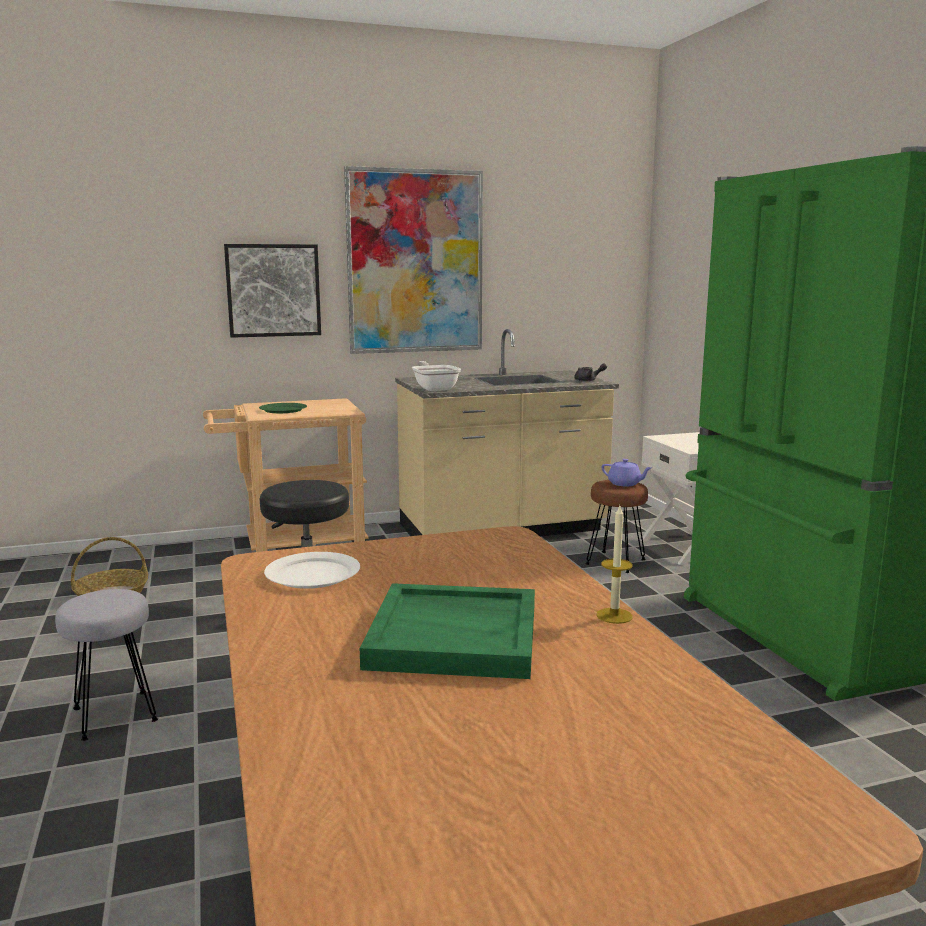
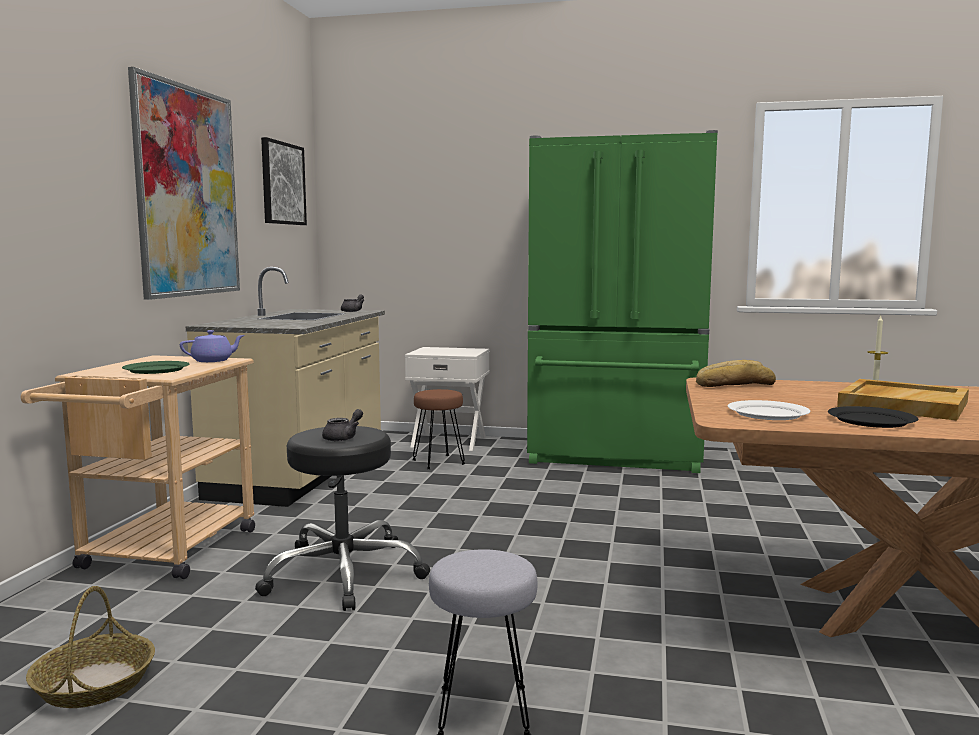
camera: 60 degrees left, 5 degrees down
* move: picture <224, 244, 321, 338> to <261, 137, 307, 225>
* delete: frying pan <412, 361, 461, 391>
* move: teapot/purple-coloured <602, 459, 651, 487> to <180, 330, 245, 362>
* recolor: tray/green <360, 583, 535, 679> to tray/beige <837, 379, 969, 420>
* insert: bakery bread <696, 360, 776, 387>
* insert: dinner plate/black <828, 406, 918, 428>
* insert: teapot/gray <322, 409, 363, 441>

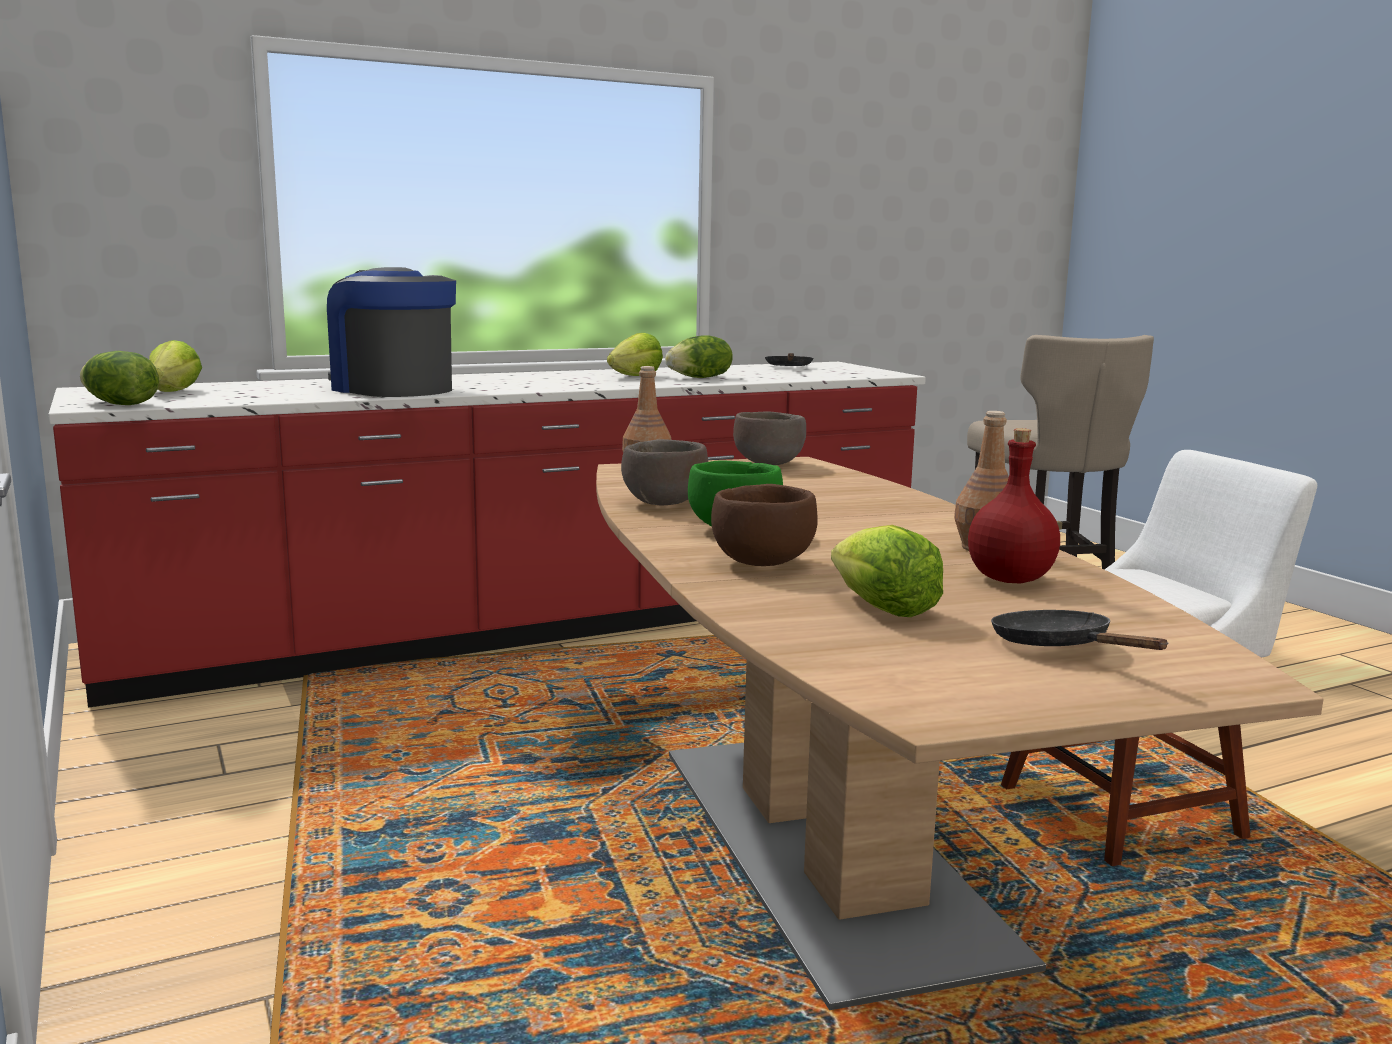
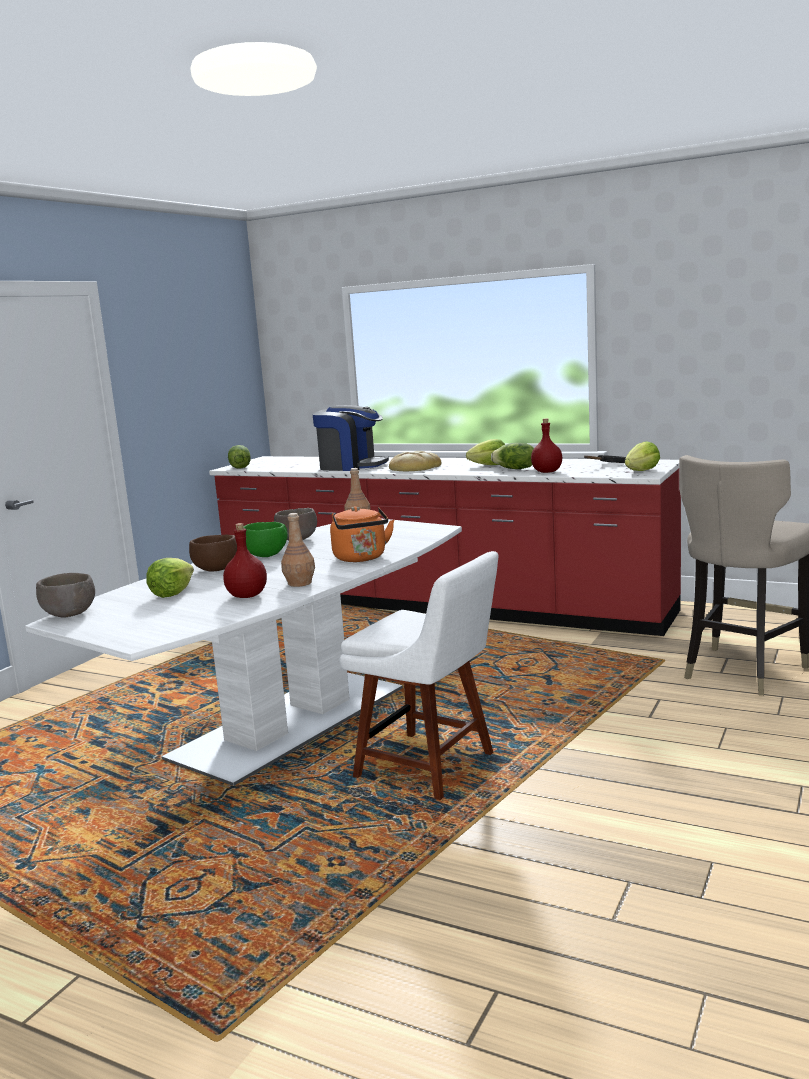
camera: 55 degrees right, 0 degrees up
* rotate: coffee maker <327, 267, 456, 397> = <313, 405, 389, 471> 105 degrees clockwise
* move: head of lettuce <149, 340, 202, 392> to <625, 441, 660, 471>
* move: serving bowl/brown <733, 411, 806, 465> to <36, 573, 95, 617>
* recolor: dinner table/brown <596, 457, 1323, 1010> to dinner table/whitish <25, 519, 462, 786>
* delete: frying pan/black <991, 610, 1169, 650>
* insert: bottle/red <531, 418, 562, 473>
* insert: bakery bread <389, 451, 442, 471>
* insert: kettle/orange-coloured <330, 506, 394, 562>

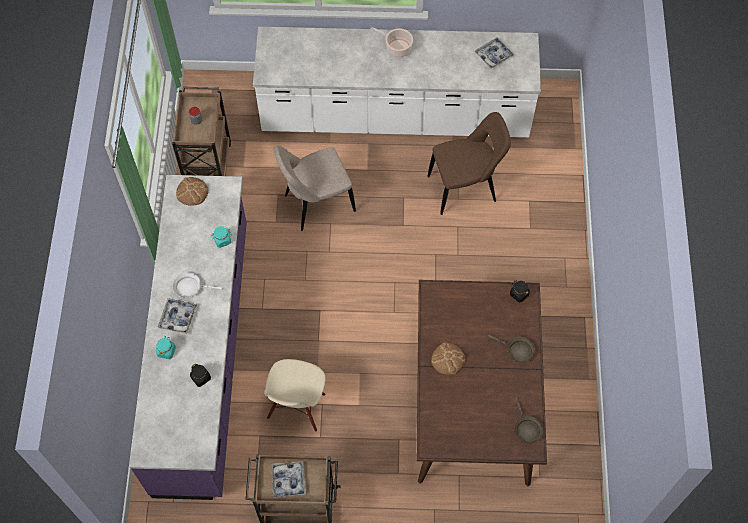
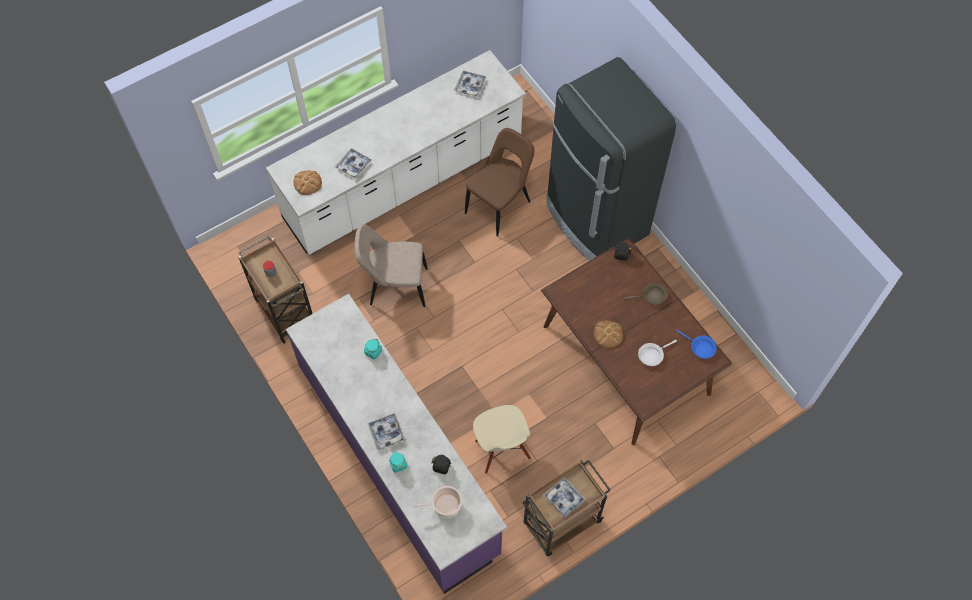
camera: 35 degrees left, 0 degrees up
* move: stockpot <371, 27, 413, 57> to <412, 486, 462, 518>
* rotate: plain chair/beige <273, 146, 356, 231> = <354, 224, 428, 307> 60 degrees clockwise
* move: bakery bread <176, 177, 208, 206> to <294, 170, 322, 195>
* move: frying pan/whitish <173, 272, 223, 298> to <638, 340, 677, 366>
* recolor: frying pan/brown <514, 397, 544, 444> to frying pan/blue-coloured <677, 330, 717, 359>
* insert: refrigerator/black <546, 57, 676, 261>
* insert: tray <335, 148, 371, 179>

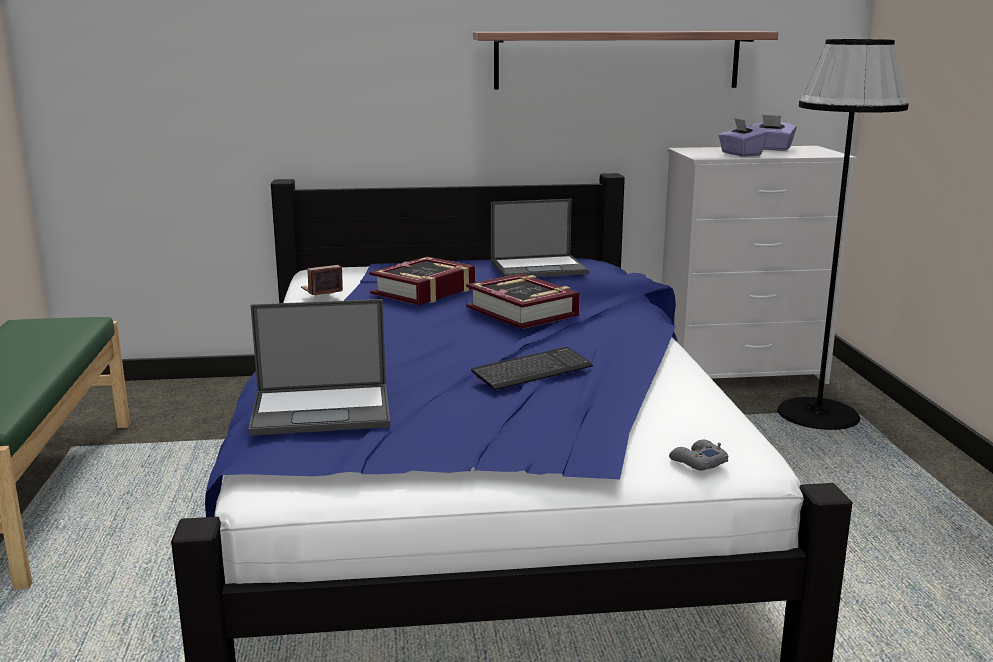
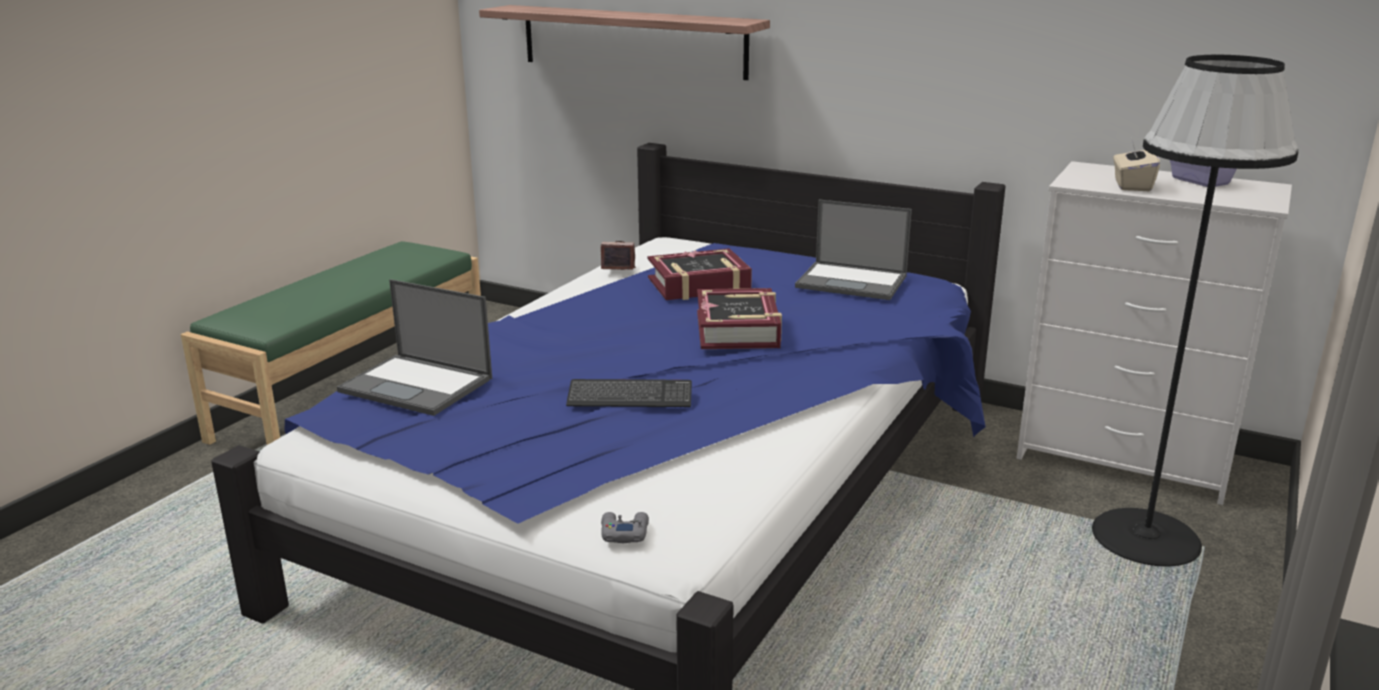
camera: 35 degrees right, 5 degrees up
* move: shelf <473, 31, 778, 90> to <479, 5, 770, 80>
* recolor: tissue box/purple-coloured <718, 118, 768, 157> to tissue box/beige <1113, 140, 1160, 191>

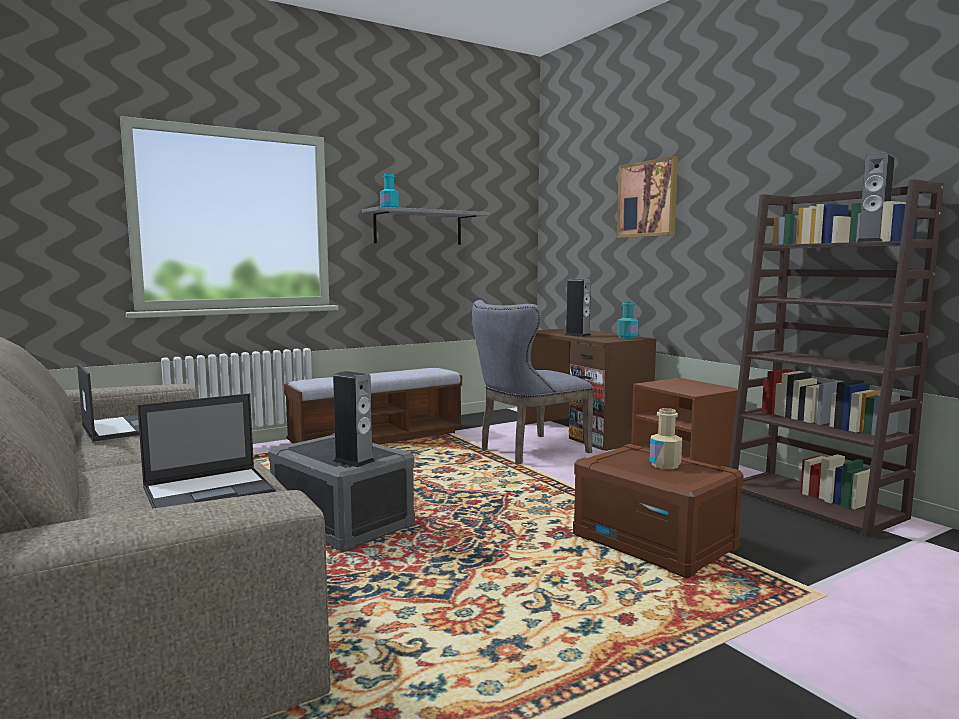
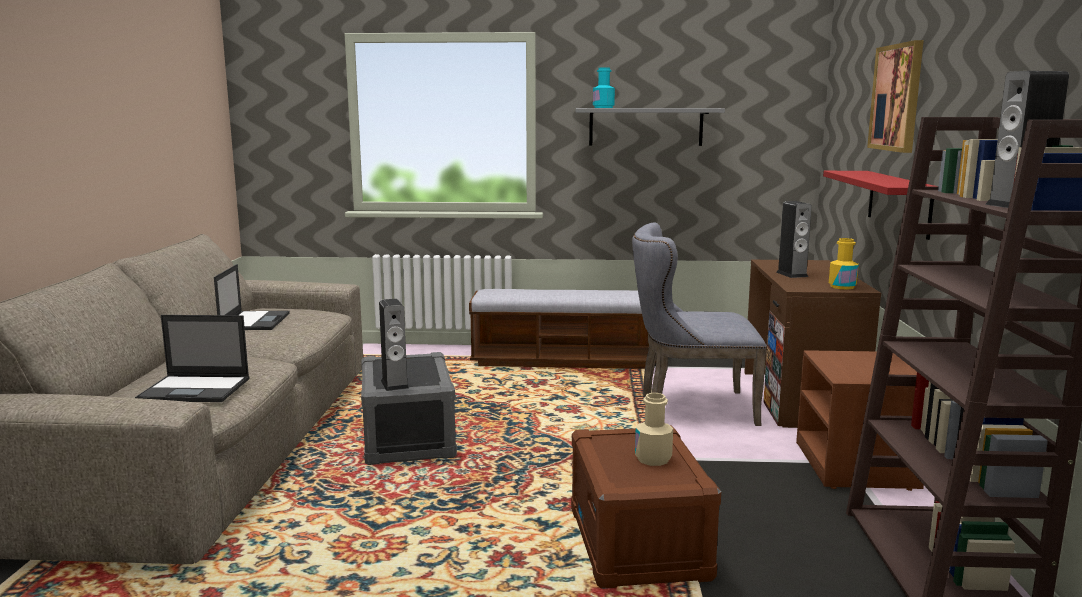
camera: 35 degrees right, 5 degrees up
* recolor: bottle/turquoise <617, 301, 638, 339> to bottle/yellowish <829, 238, 859, 290>
* insert: shelf/red <823, 171, 934, 240>

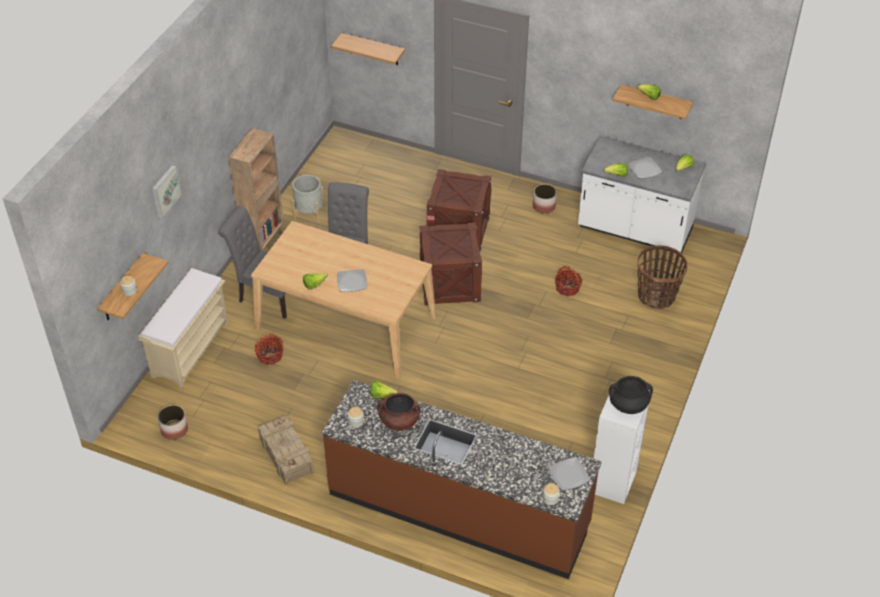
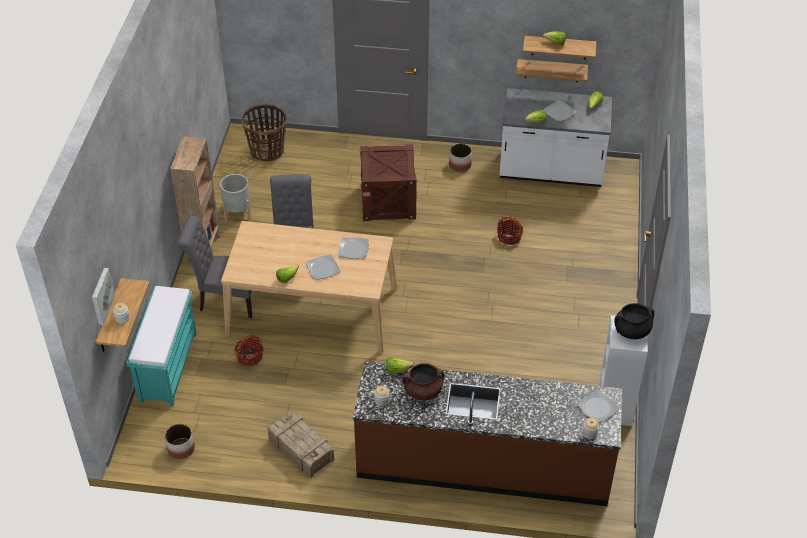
camera: 15 degrees left, 0 degrees up
* move: shelf <331, 33, 405, 65> to <516, 59, 588, 82>
* move: picture <152, 165, 182, 218> to <92, 268, 115, 325>
* delete: shipping crate <419, 222, 483, 306>
* move: household basket <637, 245, 687, 309> to <242, 104, 287, 161>
* recolor: long seat/beige <138, 268, 228, 388> to long seat/turquoise <126, 286, 197, 406>
* insert: dinner plate <339, 237, 369, 259>

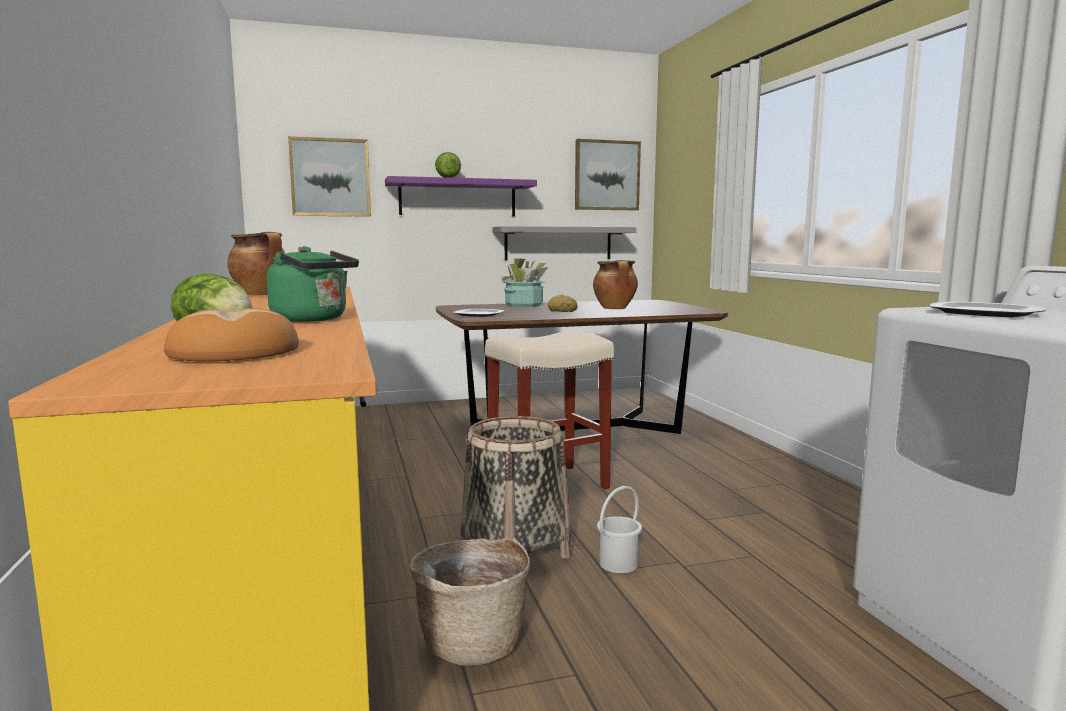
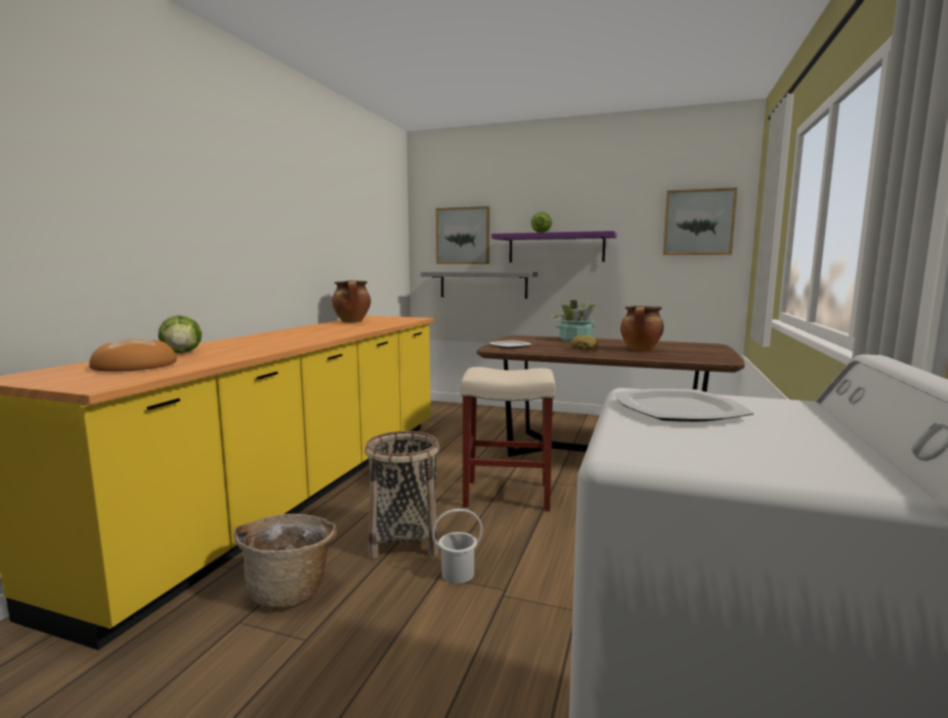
camera: 35 degrees right, 0 degrees up
* move: shelf/gray <493, 226, 636, 260> to <421, 272, 538, 299>
* delete: kettle/green <266, 246, 359, 322>

